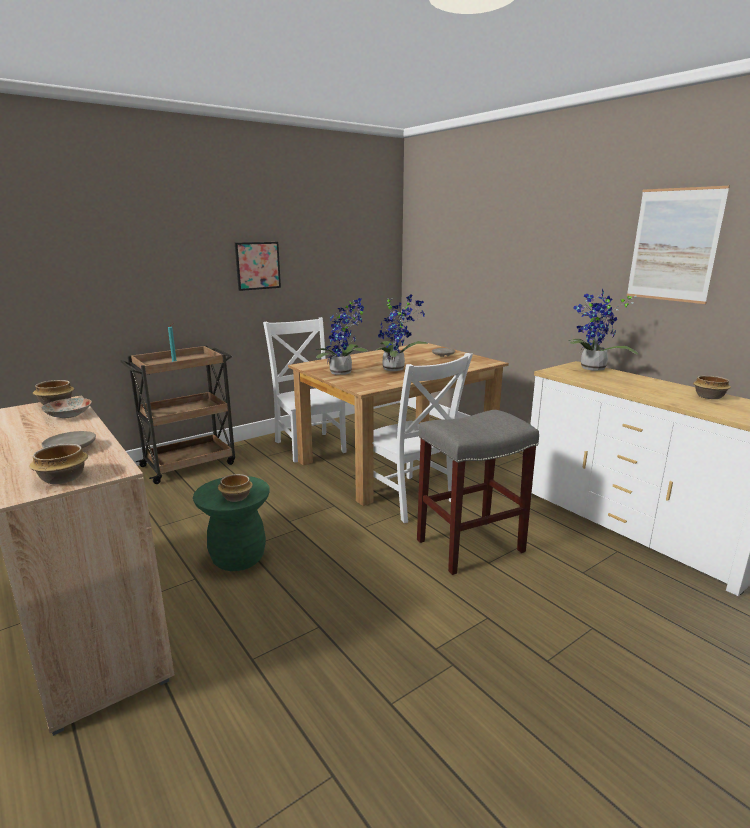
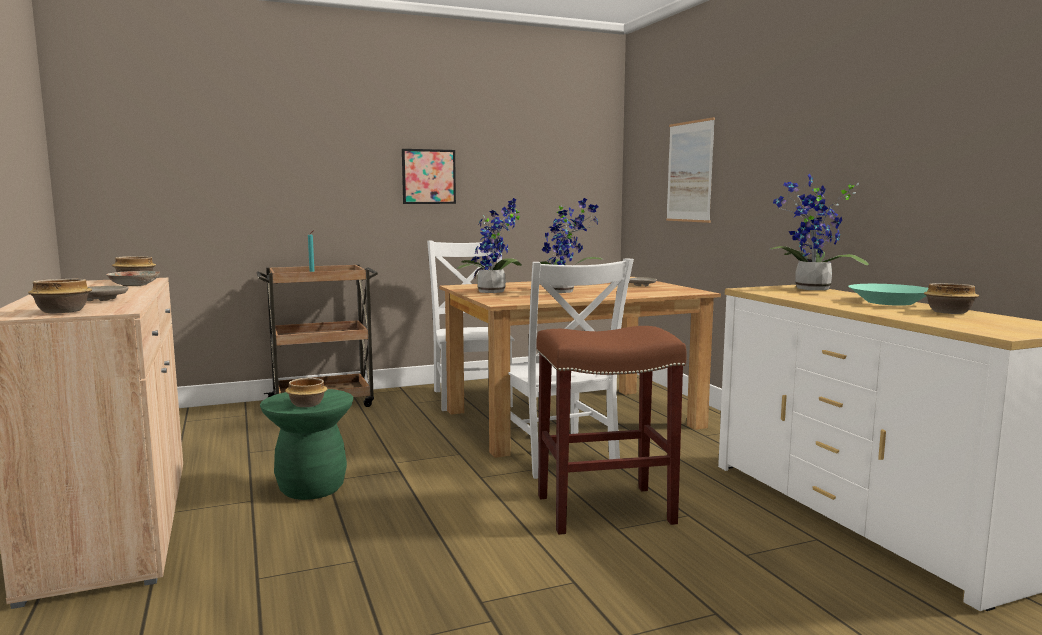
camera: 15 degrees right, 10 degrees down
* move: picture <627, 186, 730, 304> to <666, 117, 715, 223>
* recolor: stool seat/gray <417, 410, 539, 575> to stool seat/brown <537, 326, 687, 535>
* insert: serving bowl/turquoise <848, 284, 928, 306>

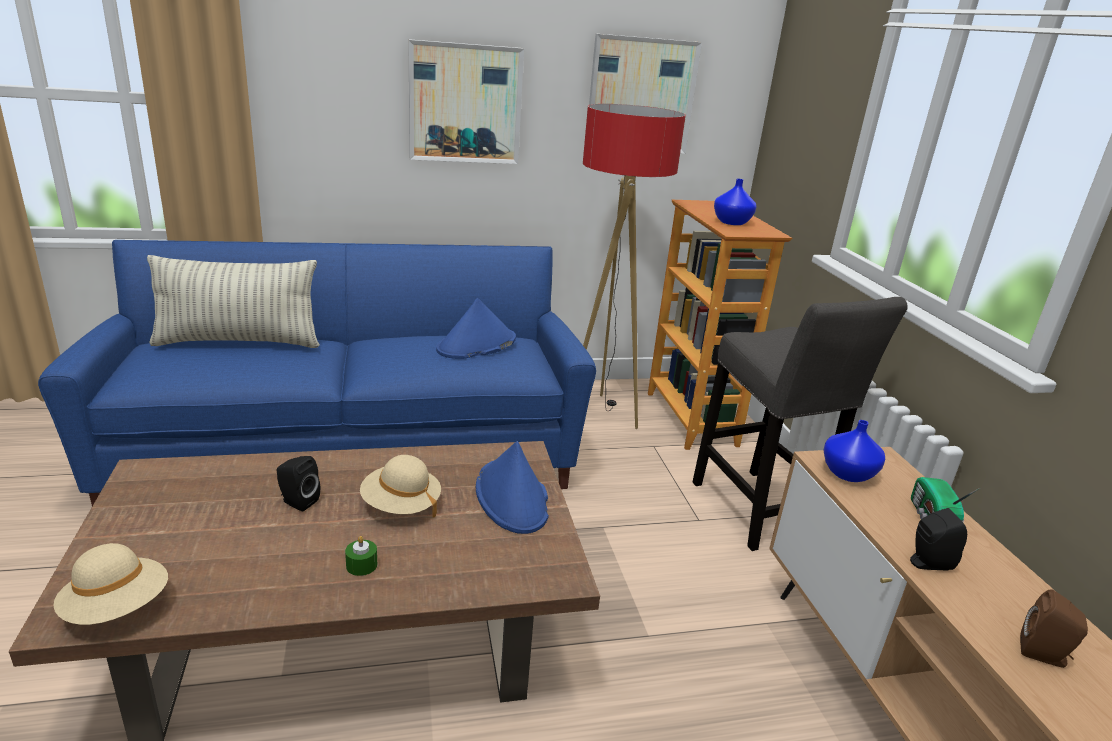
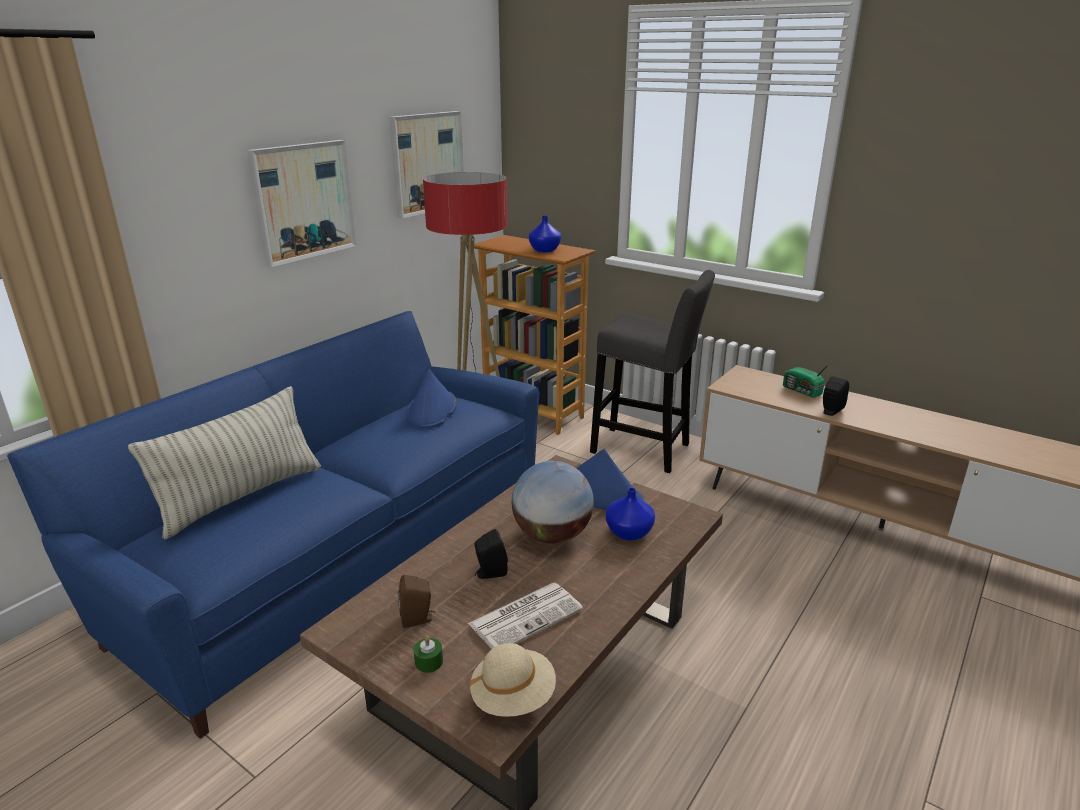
camera: 40 degrees left, 0 degrees up
* move: vase/blue-coloured <824, 420, 885, 482> to <606, 488, 655, 541>
* replace: clothing hat/beige <360, 455, 441, 517> to globe <512, 461, 594, 544>
* move: wax candle/green <345, 536, 377, 576> to <414, 636, 443, 673>
* move: audio speaker/brown <1020, 589, 1088, 668> to <398, 575, 435, 628>
* insert: daily paper <468, 583, 583, 649>

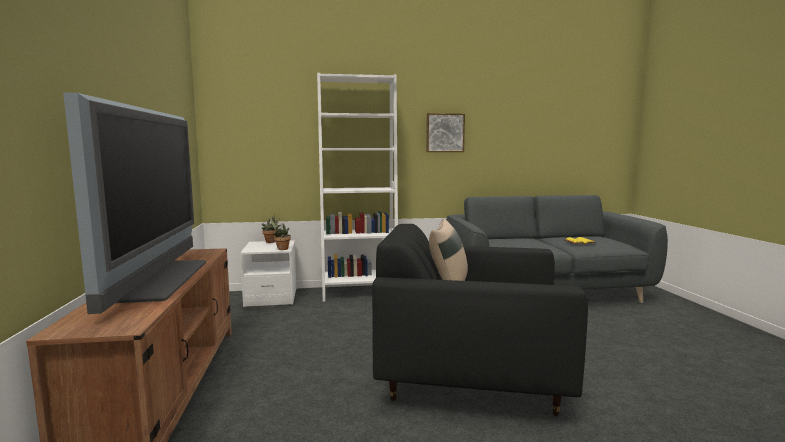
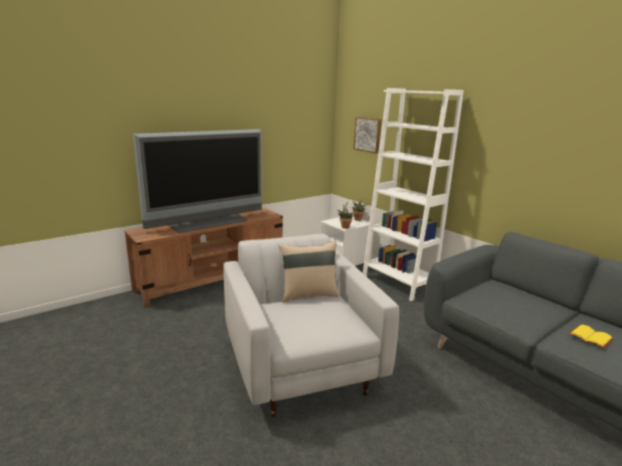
camera: 60 degrees right, 10 degrees up
* move: picture <426, 113, 465, 152> to <354, 117, 382, 153>
* recolor: armchair/black <372, 224, 588, 416> to armchair/whitish <223, 234, 399, 417>

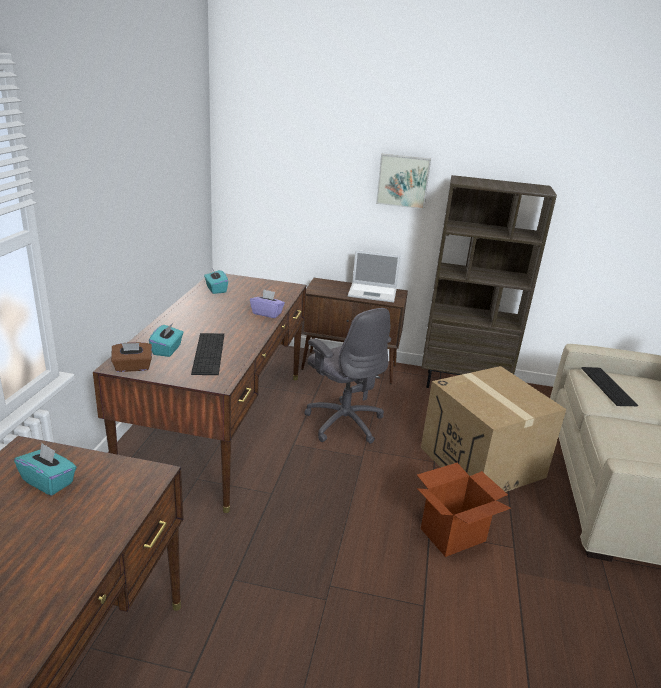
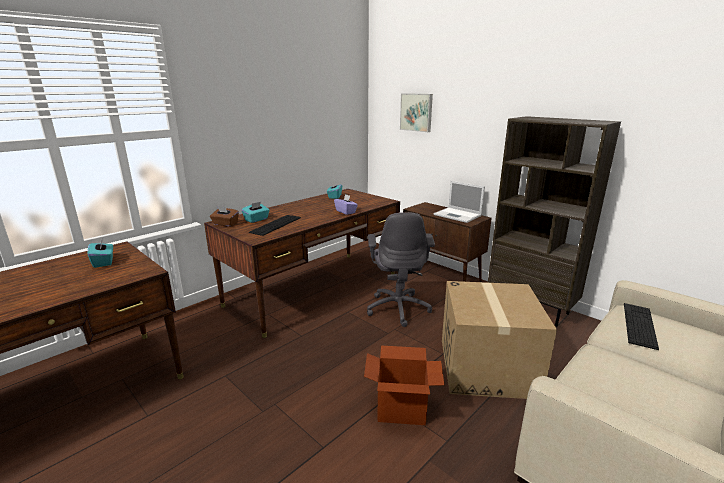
camera: 35 degrees right, 5 degrees down
* move: picture <376, 154, 431, 209> to <400, 93, 433, 132>

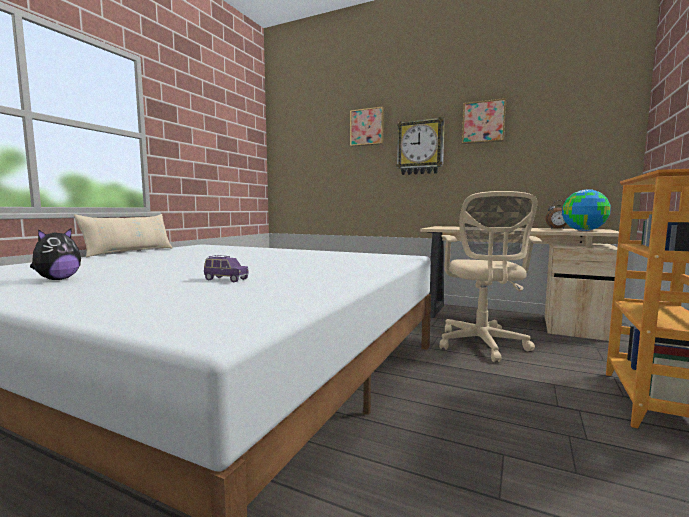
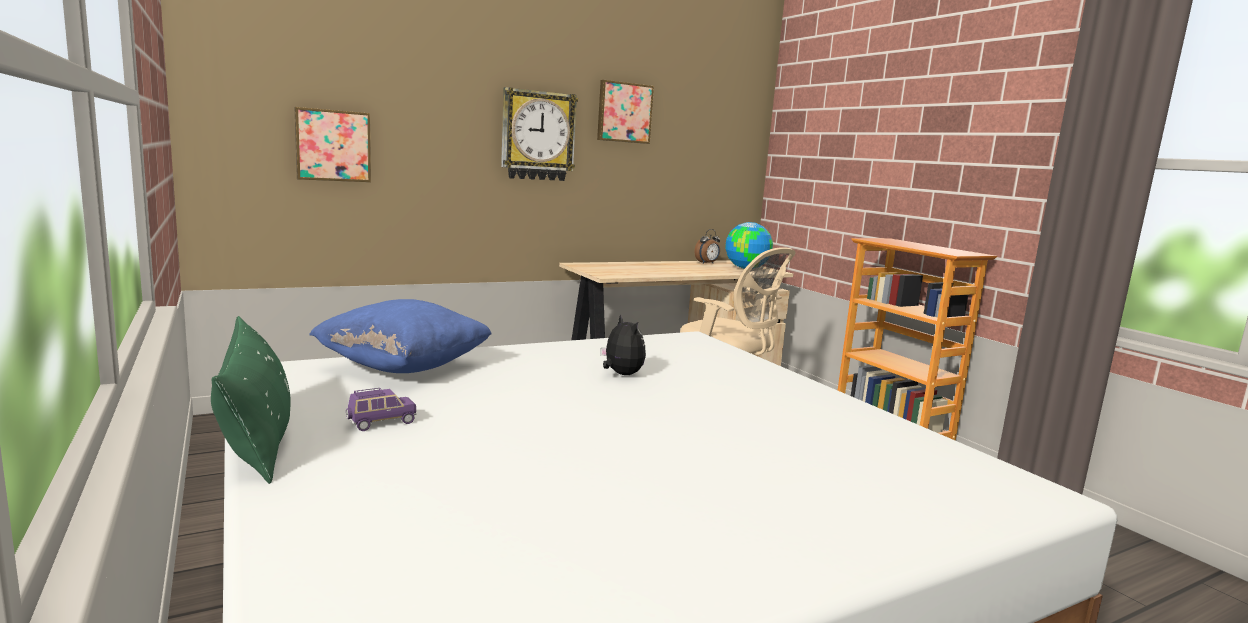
camera: 55 degrees left, 5 degrees up
* move: picture <350, 106, 384, 147> to <294, 107, 371, 182>
* recolor: throw pillow/beige <74, 214, 172, 258> to throw pillow/green <211, 316, 291, 484>
* move: soft toy <30, 229, 81, 280> to <601, 314, 646, 375>
* move: toy car/purple-coloured <204, 255, 249, 282> to <346, 388, 417, 431>
* insert: throw pillow/blue-coloured <309, 299, 492, 373>

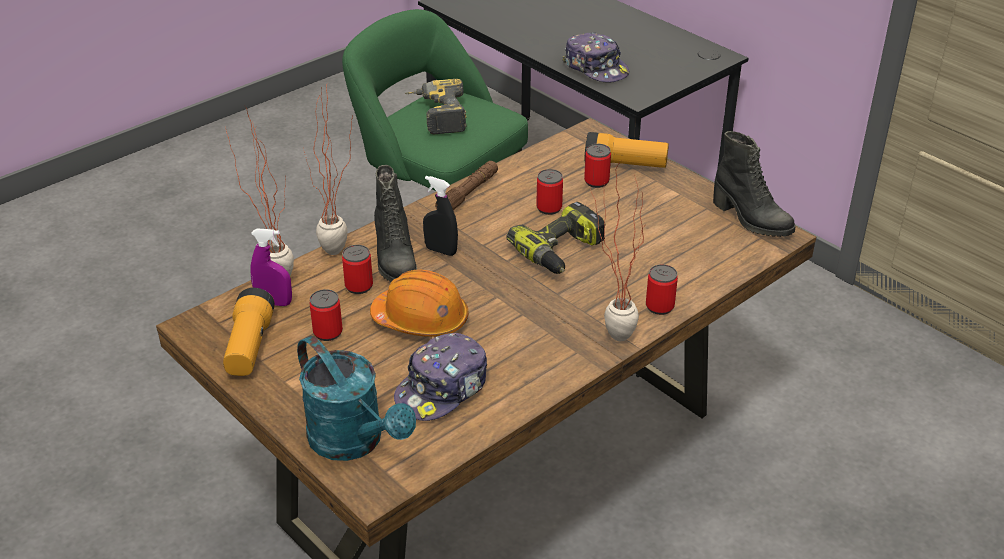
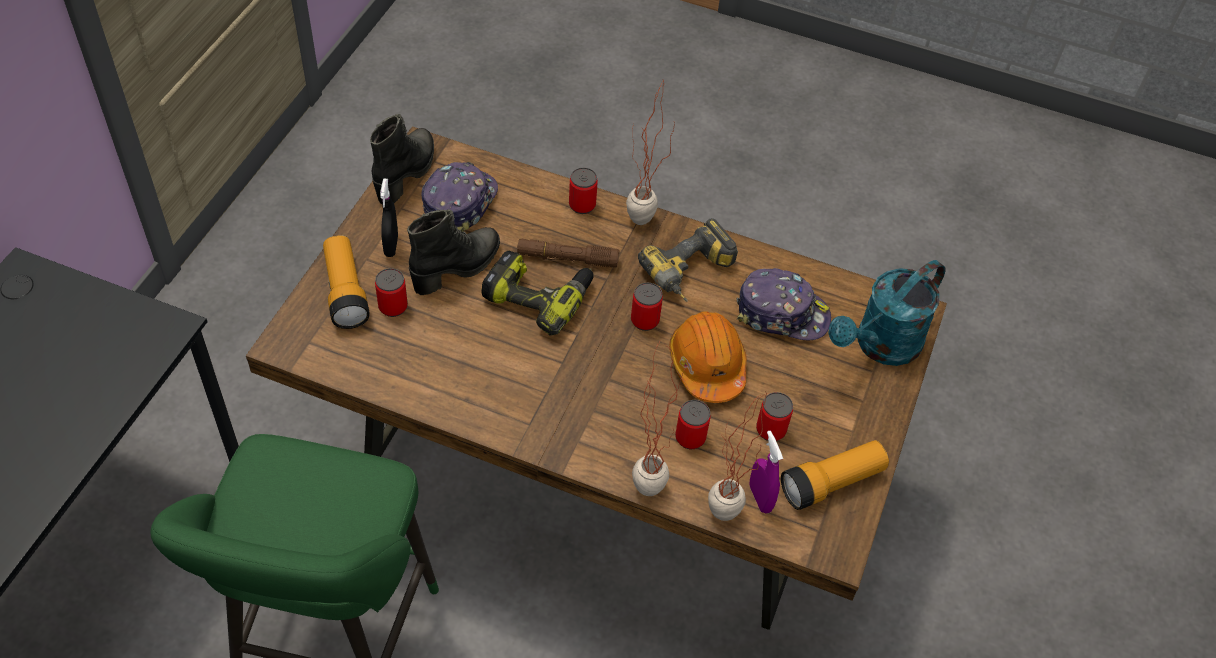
camera: 120 degrees left, 15 degrees up
* move: baseball cap <562, 32, 629, 83> to <421, 162, 498, 232>
* move: drill <405, 79, 467, 134> to <638, 218, 738, 302>
* move: flashlight/brown <435, 161, 498, 210> to <517, 239, 619, 268>
* move: boot/black <374, 165, 417, 282> to <407, 209, 500, 295>
* move: sealed can <536, 169, 563, 215> to <631, 282, 663, 331>
* move: sprayer/black <423, 176, 458, 256> to <380, 179, 398, 257>
* rotate: sprinkling can/turquoise <297, 336, 416, 461> = <828, 260, 945, 366> 150 degrees counterclockwise

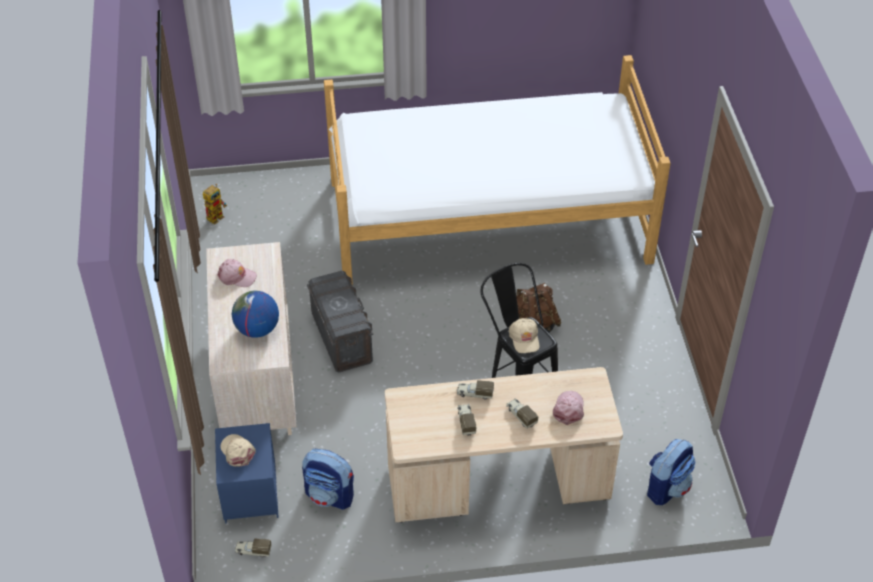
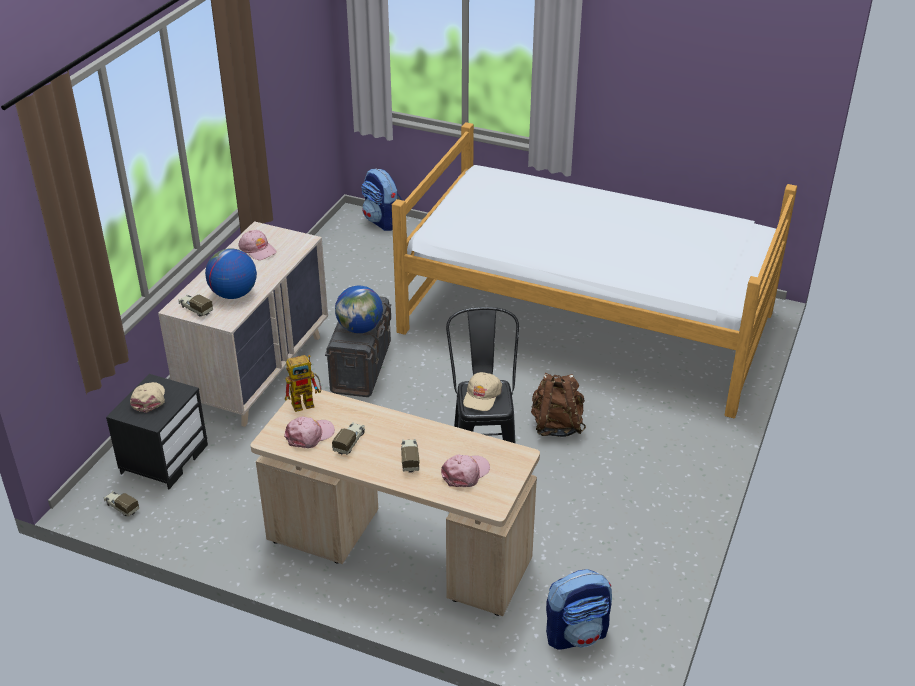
camera: 30 degrees right, 10 degrees down
* move: robot figure <203, 184, 227, 225> to <285, 355, 321, 412>
* move: toy lorry <457, 380, 494, 400> to <178, 295, 213, 317>
* recolor: bedside table/blue-coloured <215, 423, 279, 524> to bedside table/black <106, 374, 208, 489>
* move: knapsack <302, 449, 354, 510> to <361, 169, 402, 231>
* insert: globe <335, 285, 383, 333>
* insert: baseball cap/pink-coloured <284, 416, 335, 448>

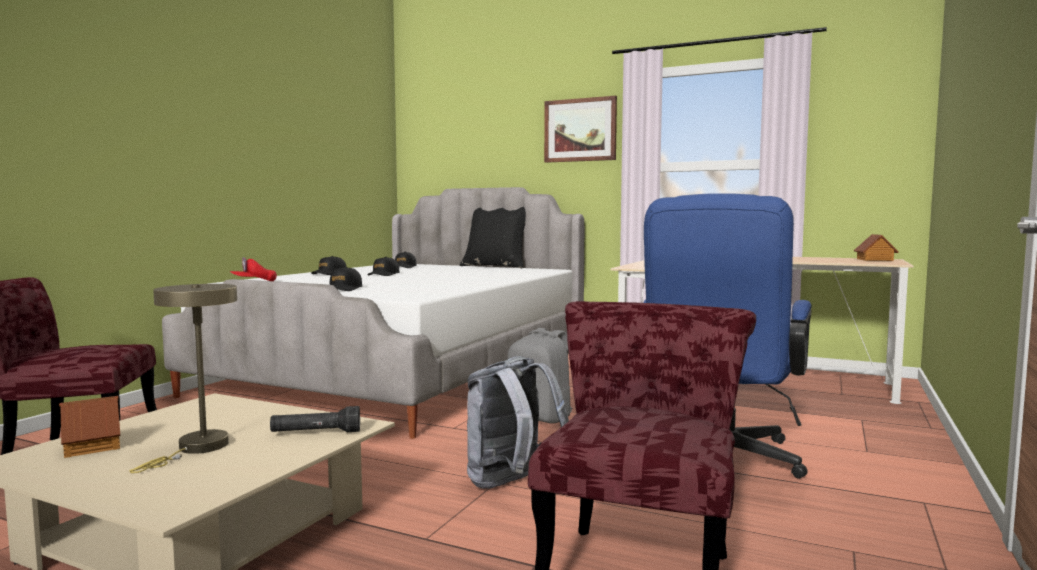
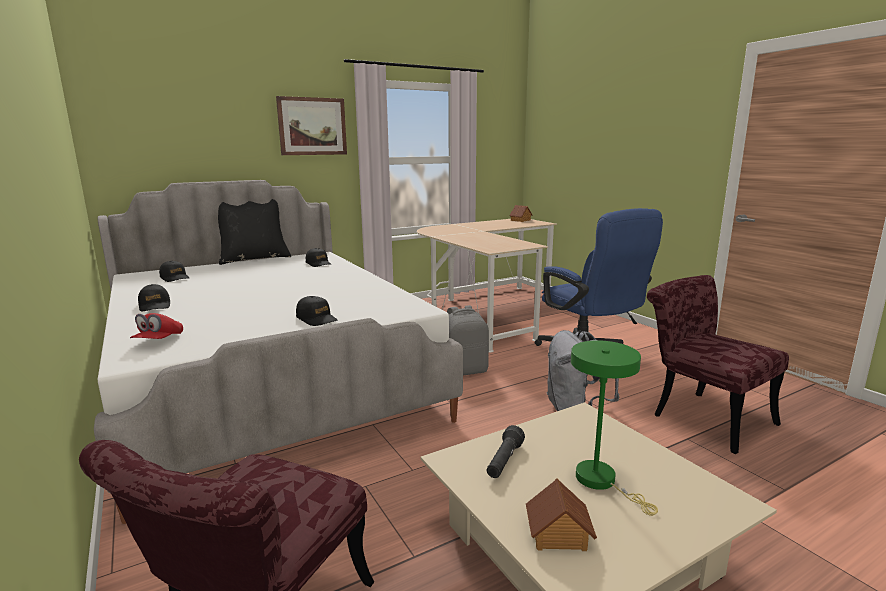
camera: 55 degrees left, 10 degrees up
* move: baseball cap/black <368, 257, 400, 276> to <306, 248, 331, 267>
* recolor: lamp for a table/beige <129, 284, 237, 473> to lamp for a table/green <571, 340, 658, 516>
* move: flashlight/black <270, 406, 360, 432> to <487, 425, 525, 478>

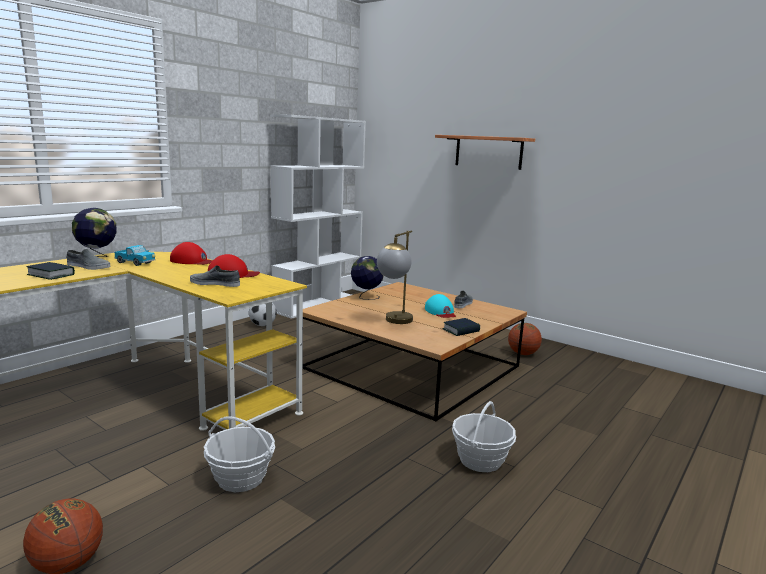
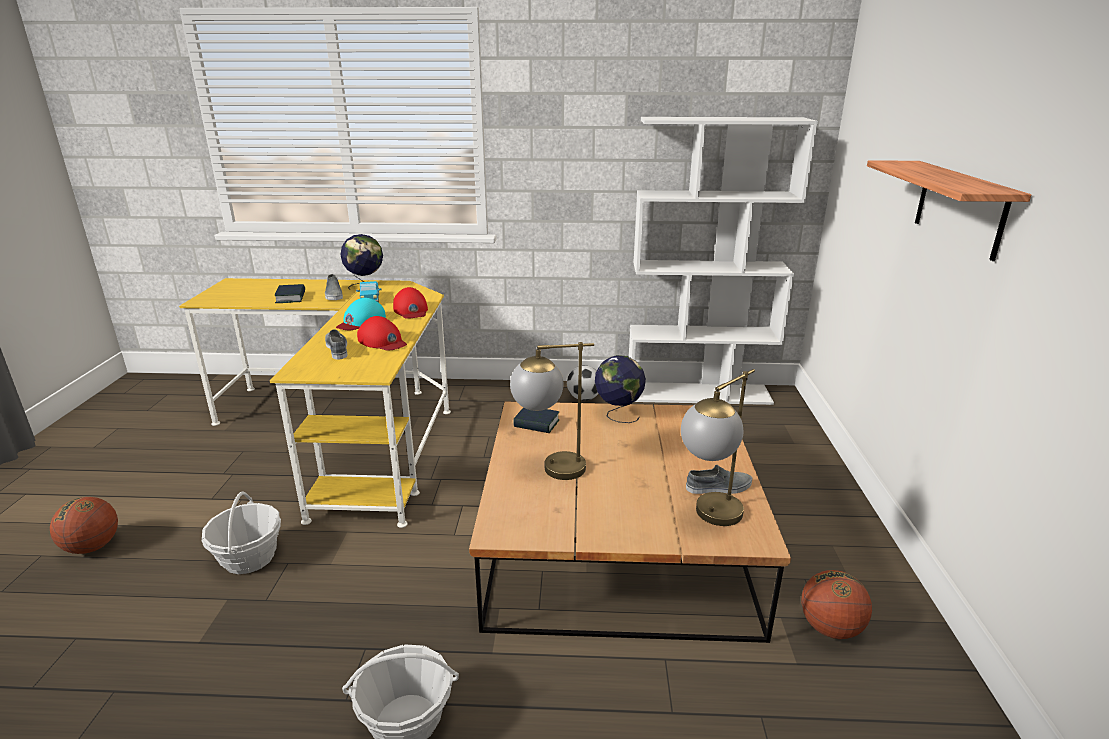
camera: 55 degrees right, 10 degrees up
* move: baseball cap/turquoise <425, 294, 456, 318> to <336, 298, 386, 330>
* move: volume <443, 318, 480, 336> to <513, 407, 560, 433>
* insert: lamp for a table <681, 369, 755, 526>

